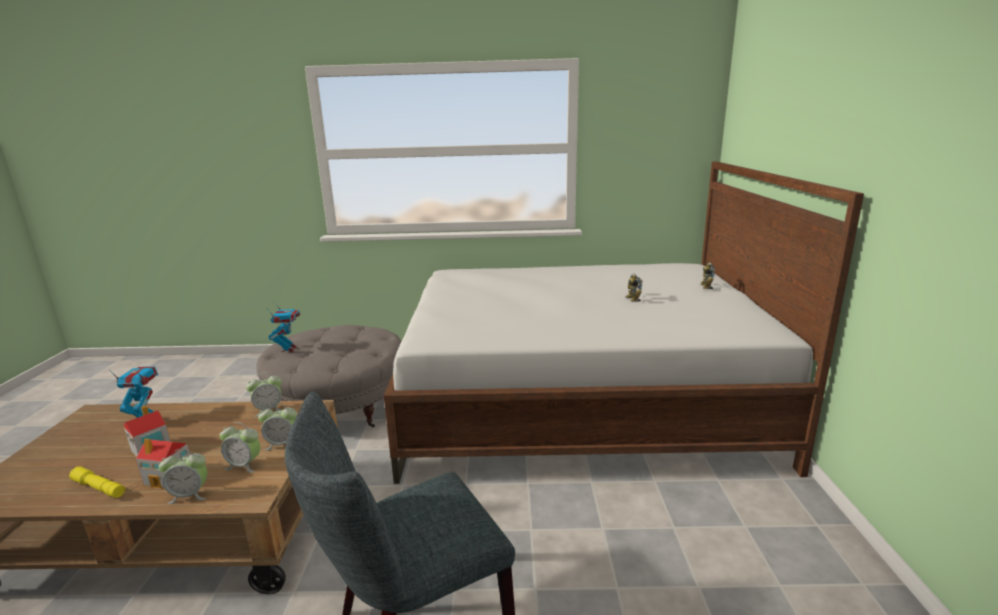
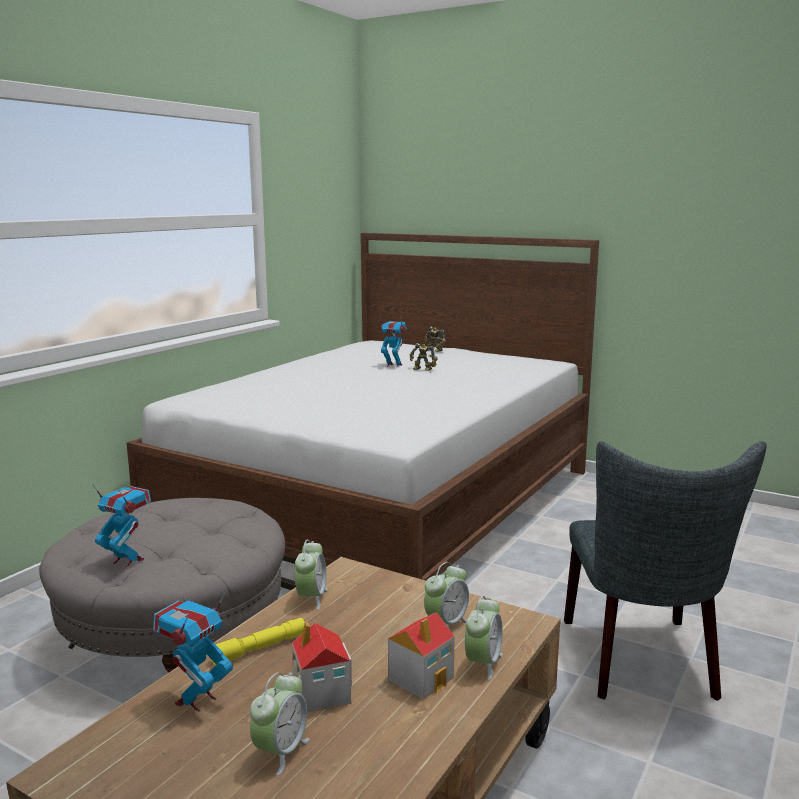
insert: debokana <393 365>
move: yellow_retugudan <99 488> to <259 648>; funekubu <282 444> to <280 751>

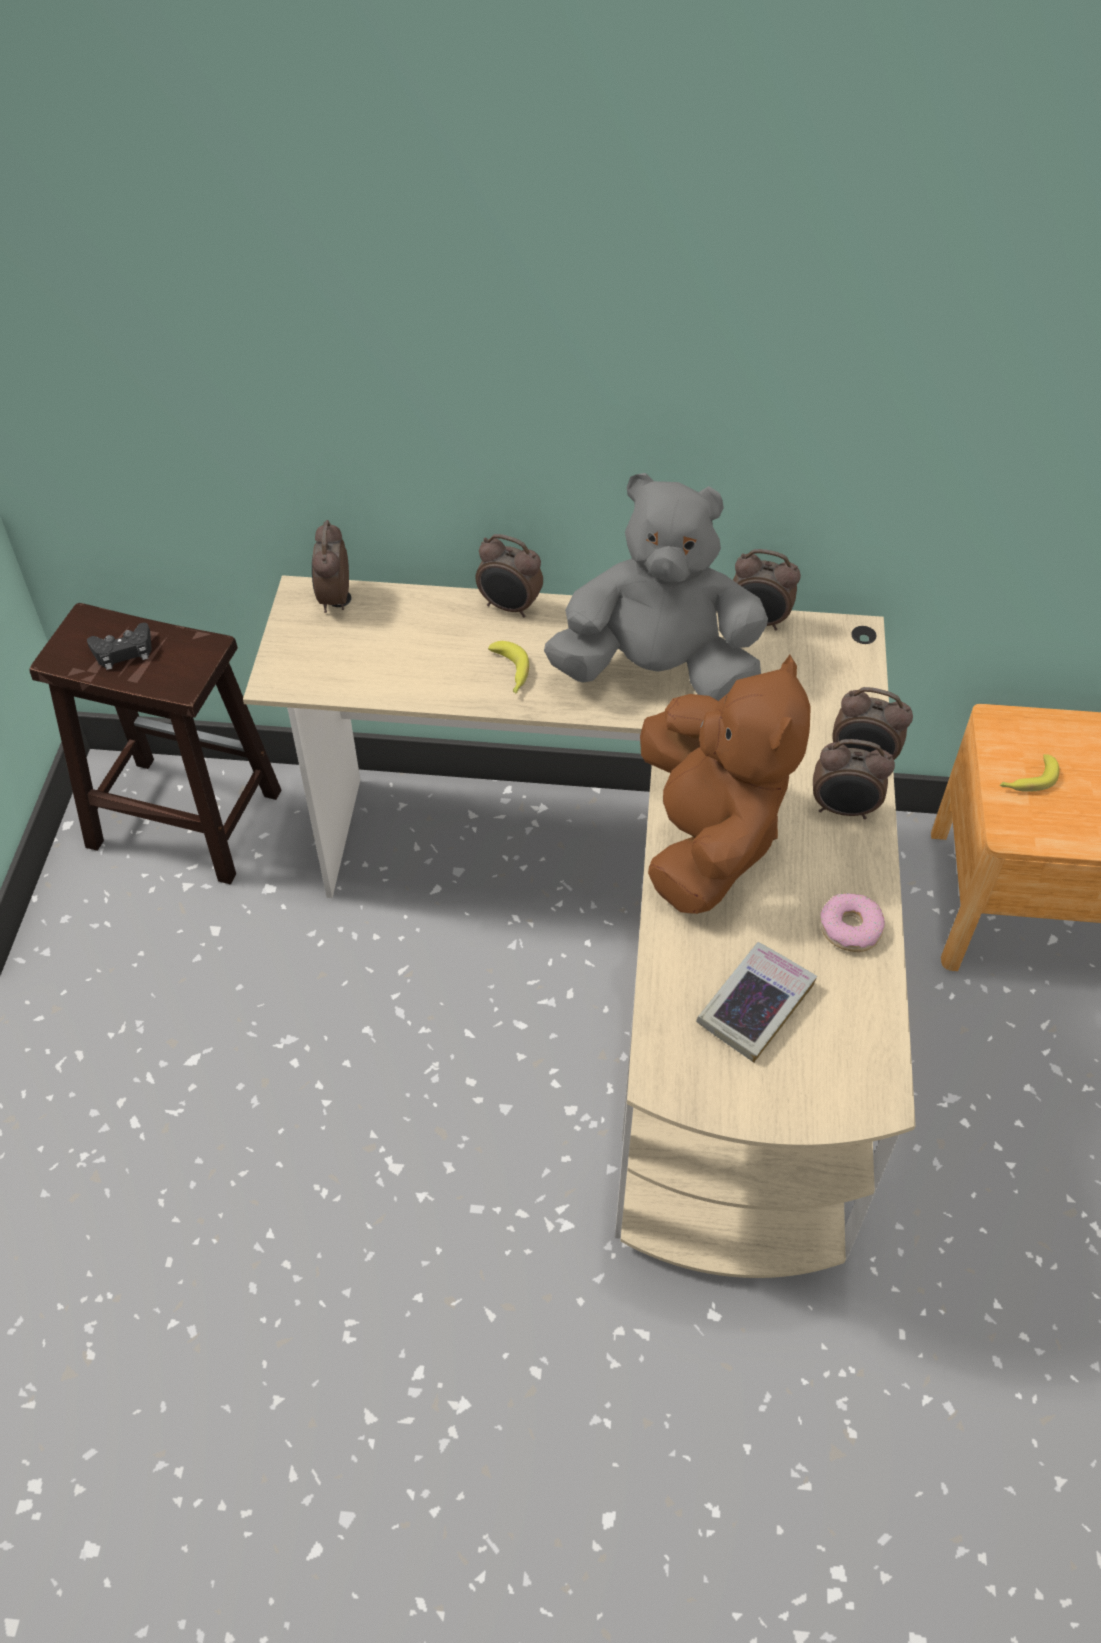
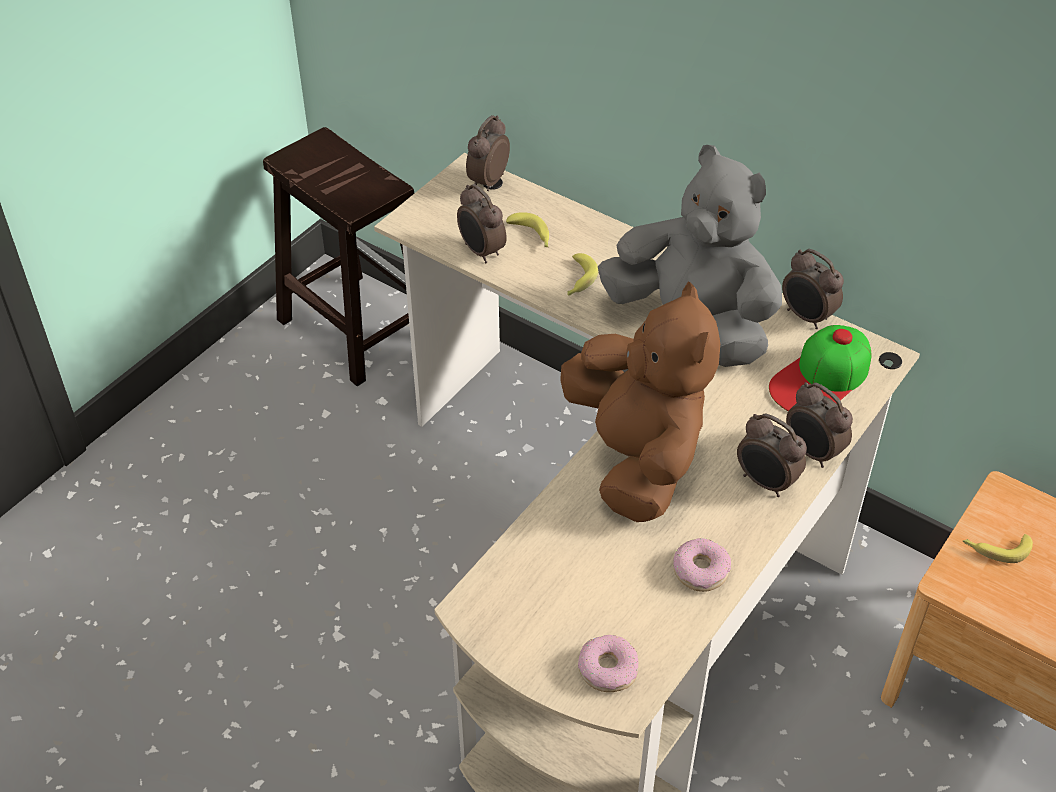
delete: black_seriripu <123 651>; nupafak <755 1005>
insert: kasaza <532 236>; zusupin <608 669>; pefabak <821 378>
move: funekubu <509 607> to <481 252>
rotate: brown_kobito <707 839> = <637 458> 45 degrees counterclockwise

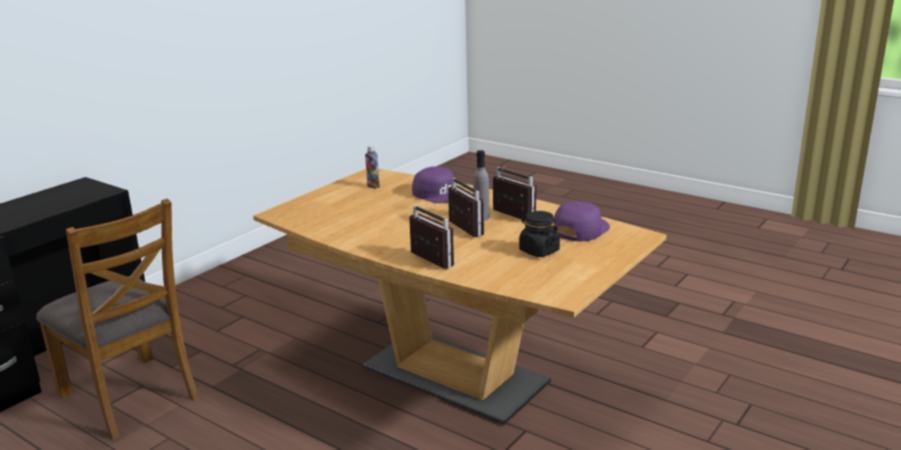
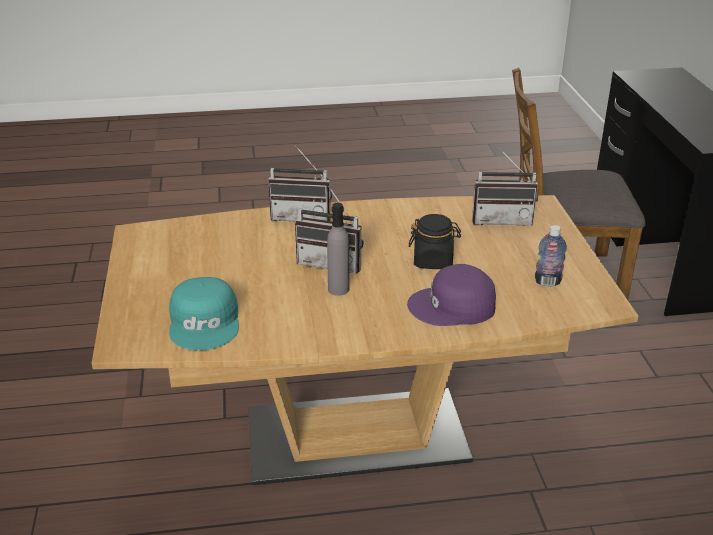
move: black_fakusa <538 251> to <433 261>; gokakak <509 217> to <502 219>
recolor: purple_pefabak <580 229> to turquoise_pefabak <206 322>

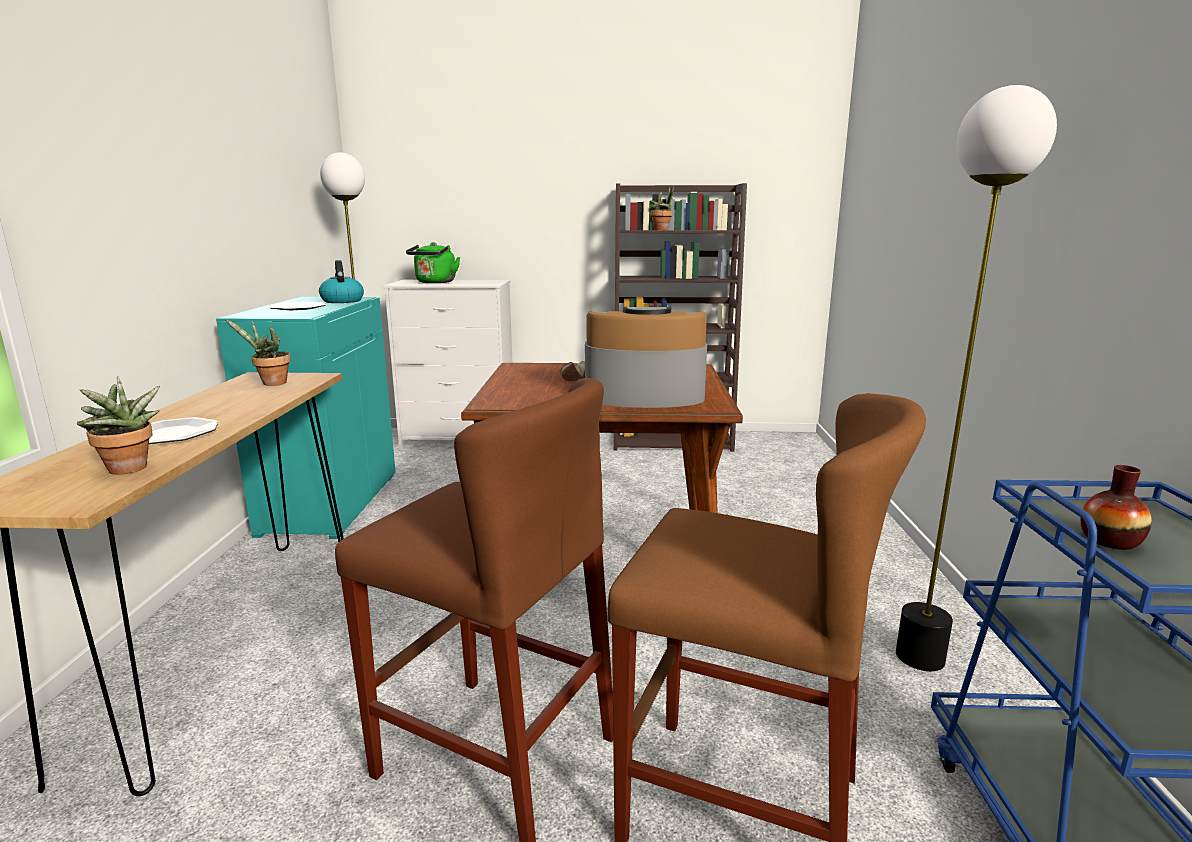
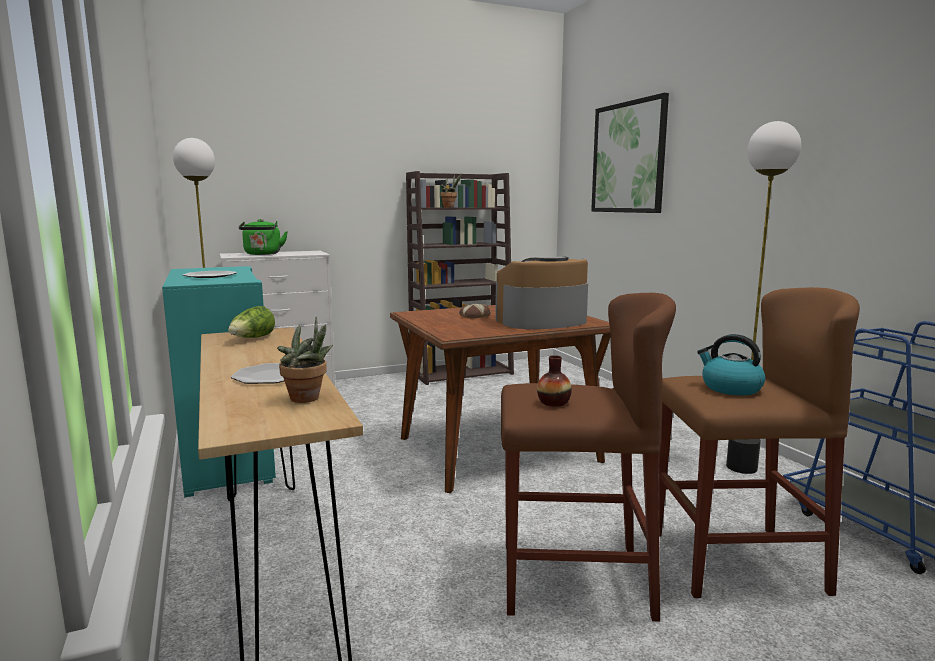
insert: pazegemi <628 158>
move: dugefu <1109 541> to <553 402>; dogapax <342 301> to <730 388>
replace: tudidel <270 383> to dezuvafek <252 339>

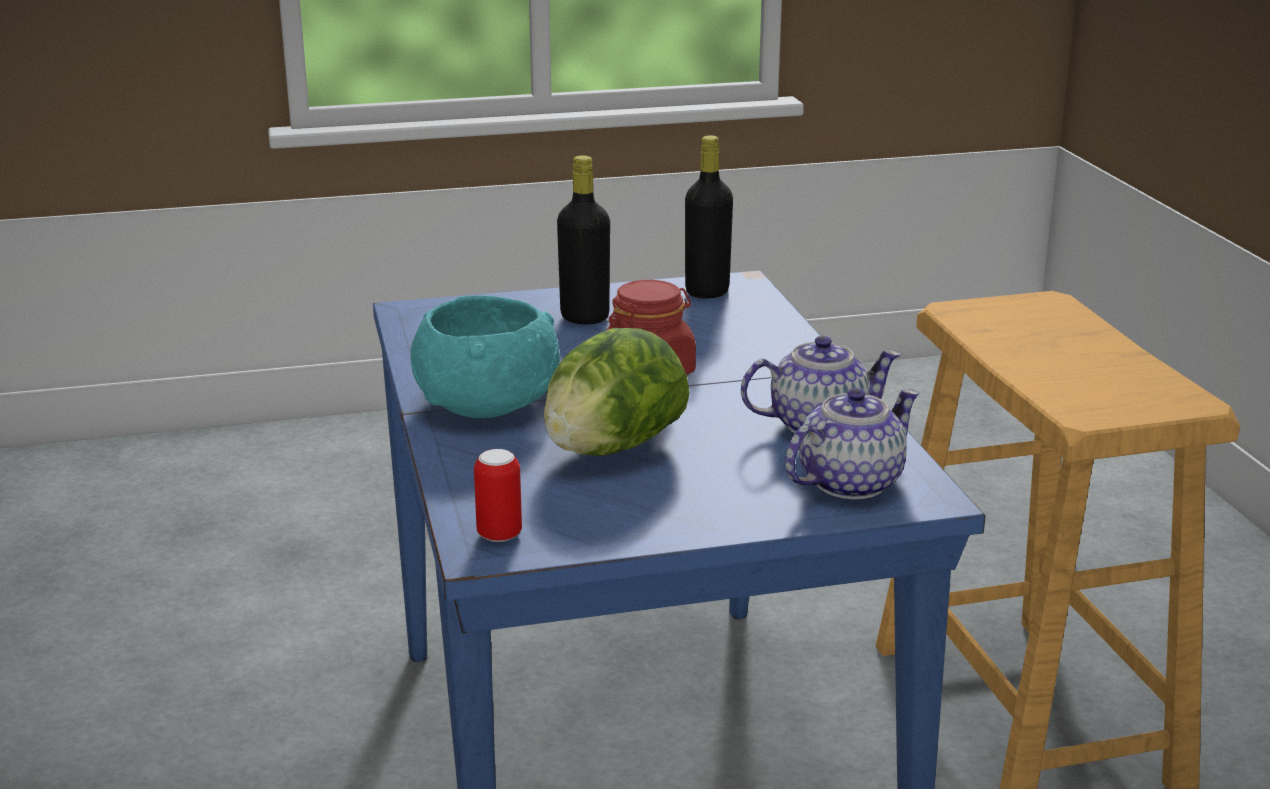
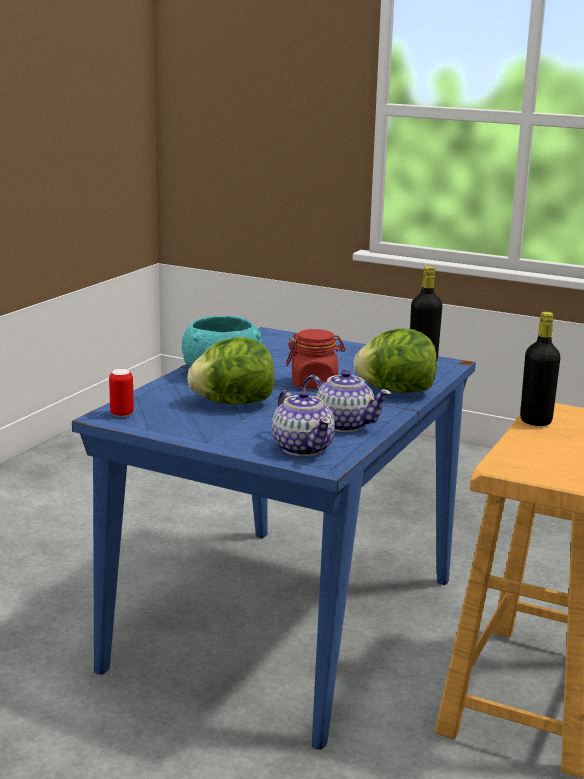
insert: dezuvafek <395 391>
move: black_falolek <584 317> to <535 421>
rotate: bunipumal <848 483> = <303 448> 60 degrees clockwise

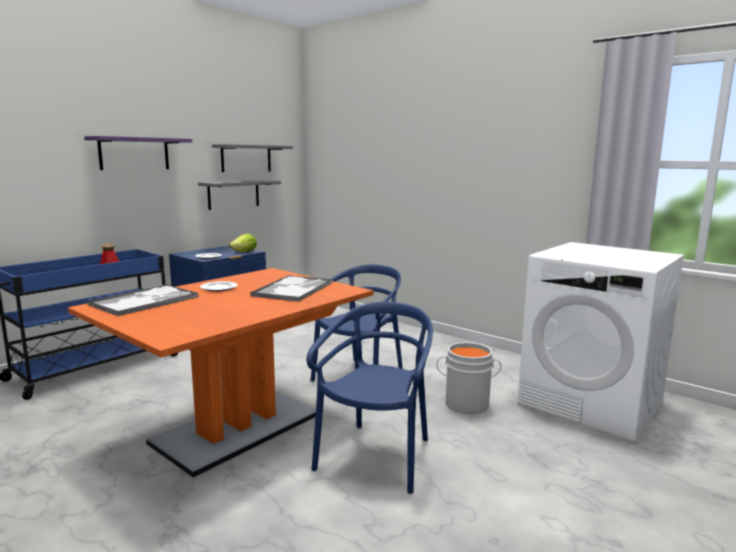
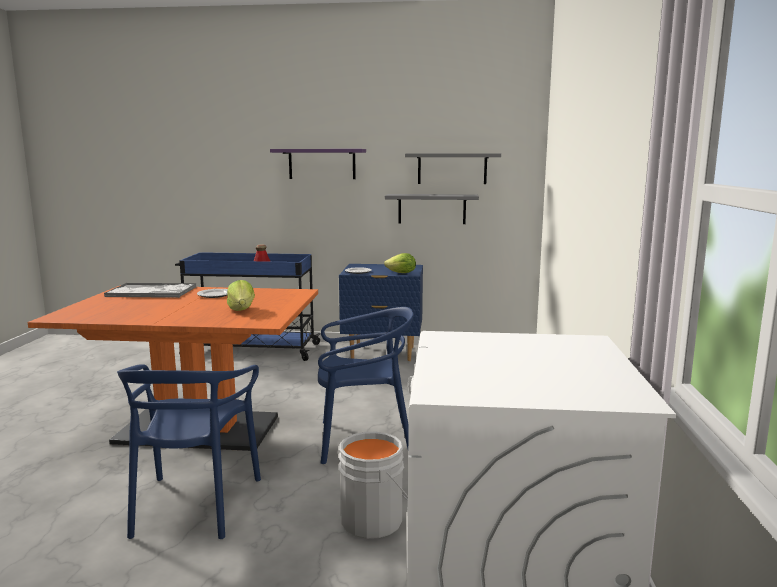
replace: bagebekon <293 289> to dezuvafek <241 309>
rotate: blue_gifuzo <376 457> = <194 505> 105 degrees clockwise

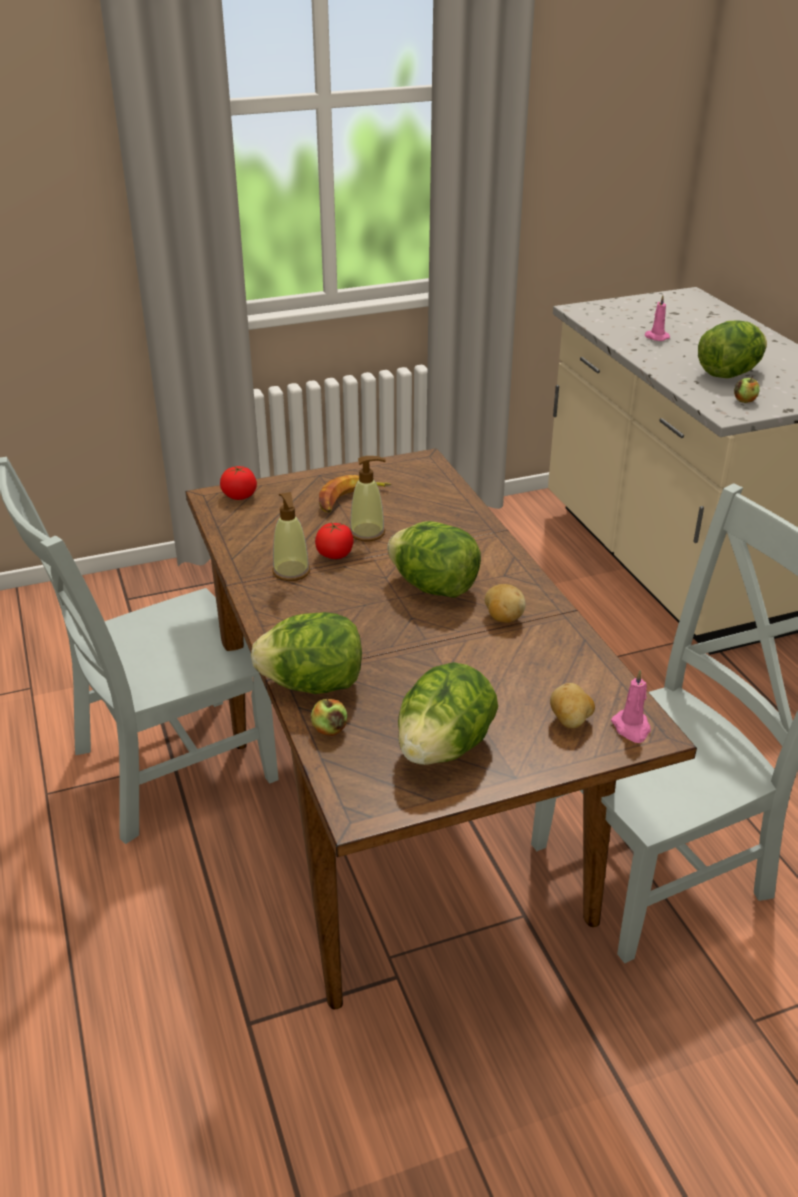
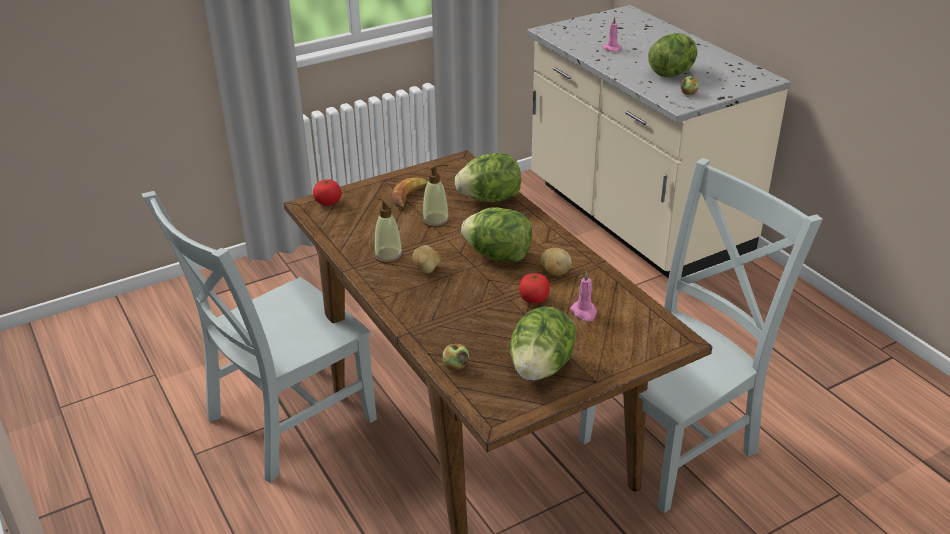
move: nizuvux <570 721> to <427 270>; dezuvafek <313 684> to <490 199>; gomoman <334 555> to <534 299>; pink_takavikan <631 728> to <584 312>

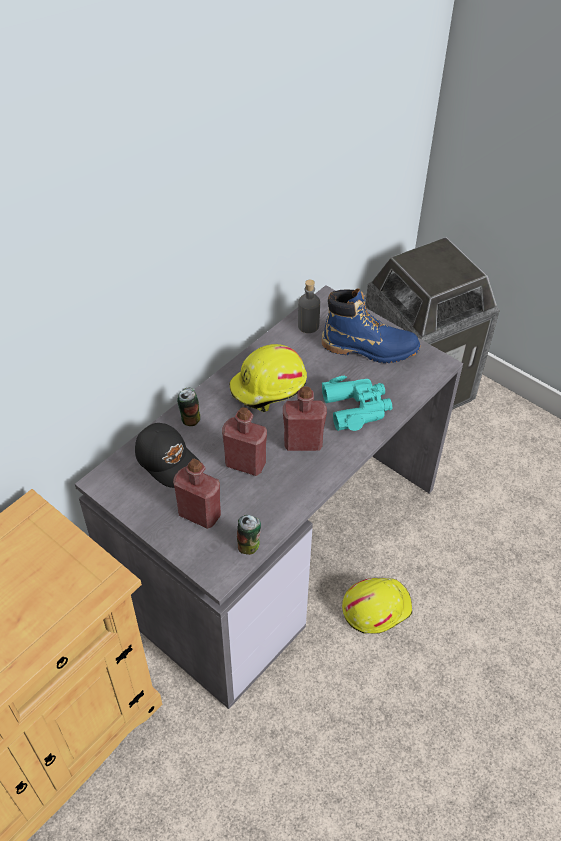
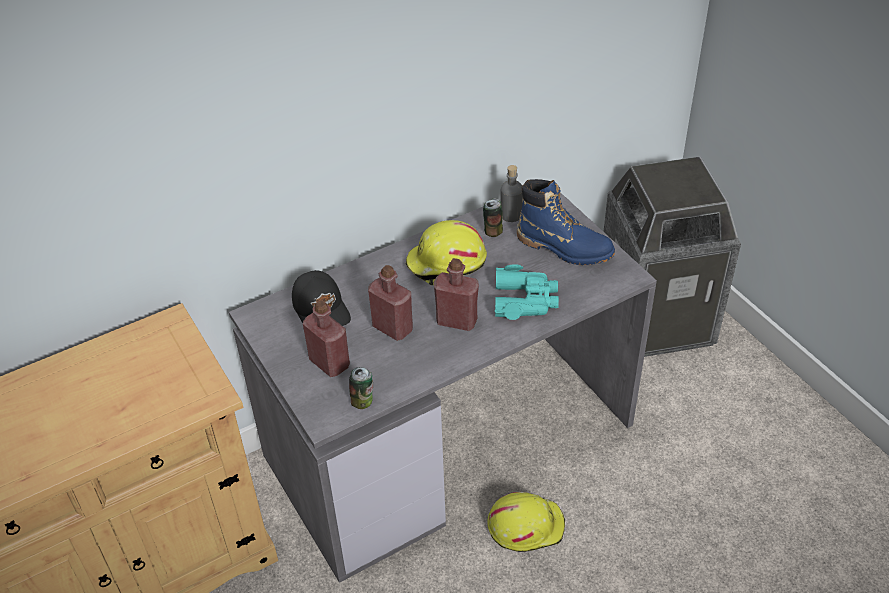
move: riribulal <190 419> to <493 231>

